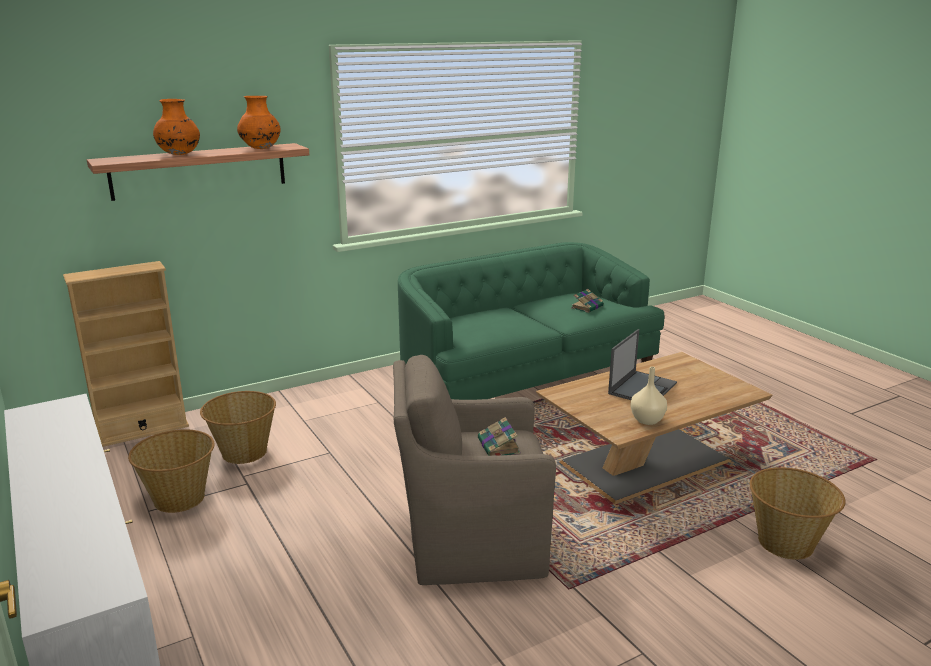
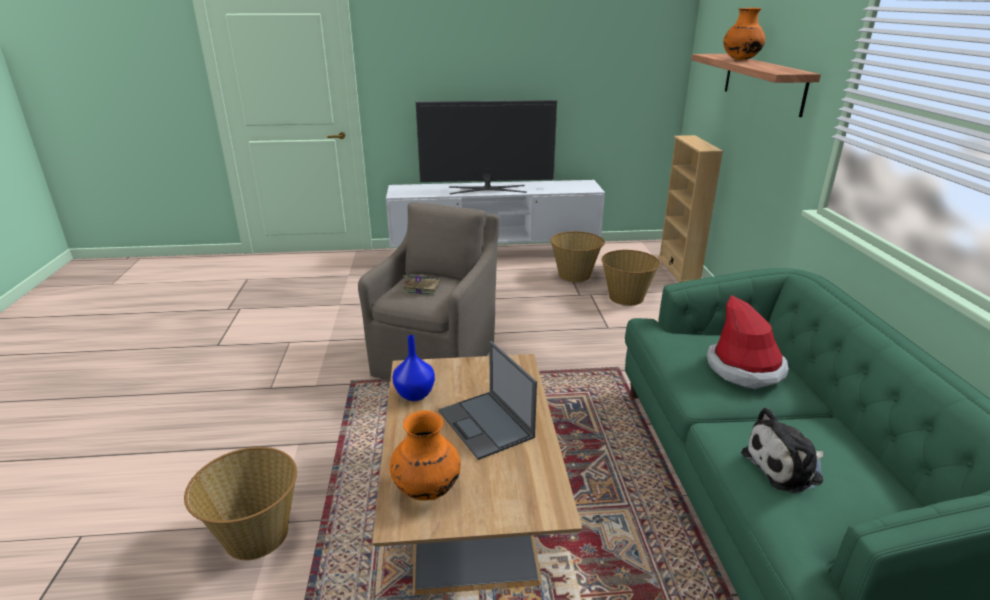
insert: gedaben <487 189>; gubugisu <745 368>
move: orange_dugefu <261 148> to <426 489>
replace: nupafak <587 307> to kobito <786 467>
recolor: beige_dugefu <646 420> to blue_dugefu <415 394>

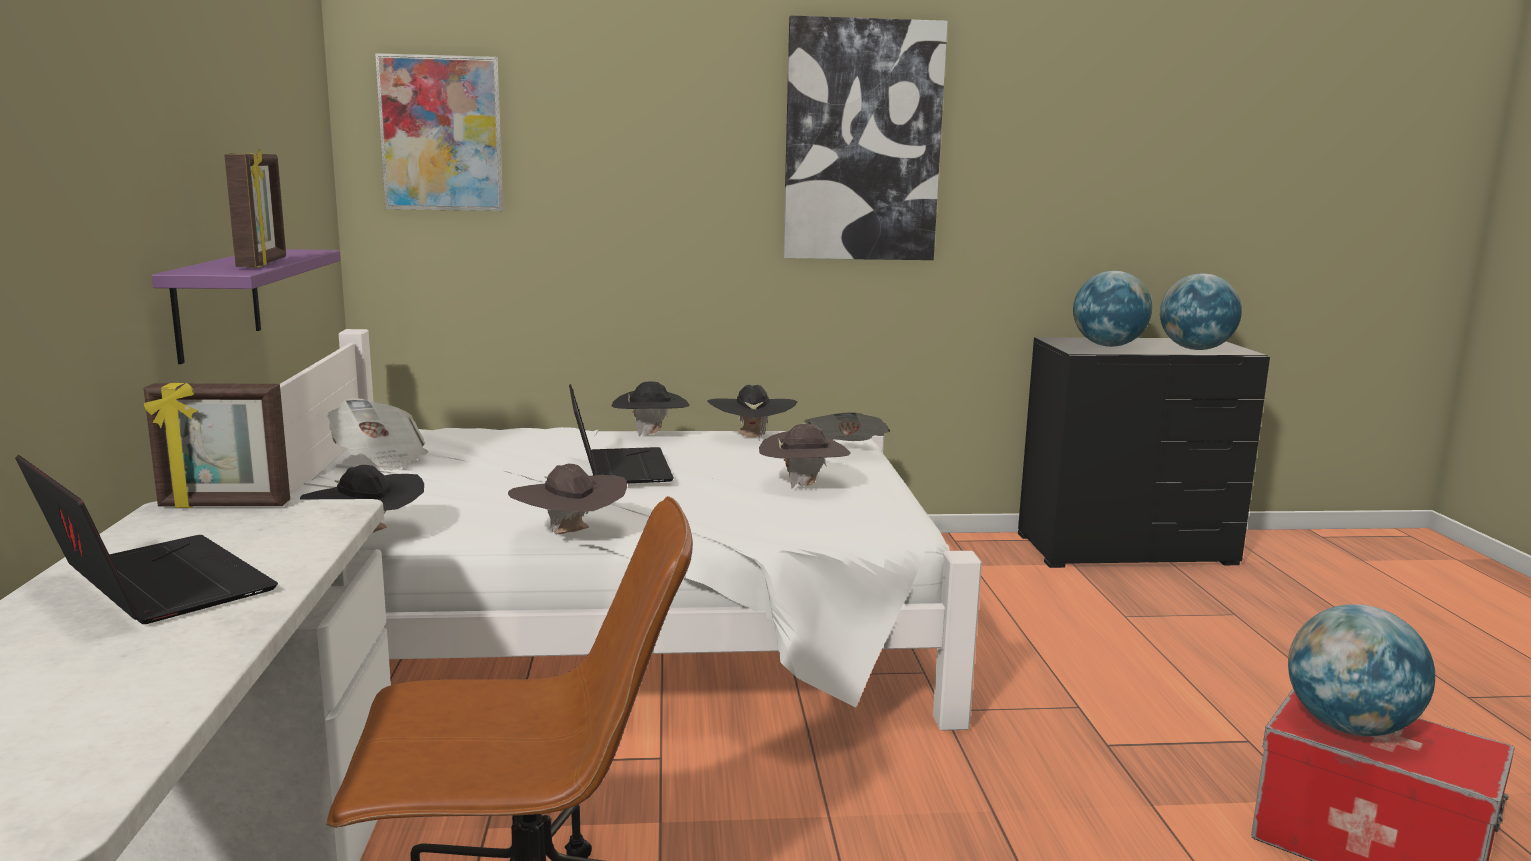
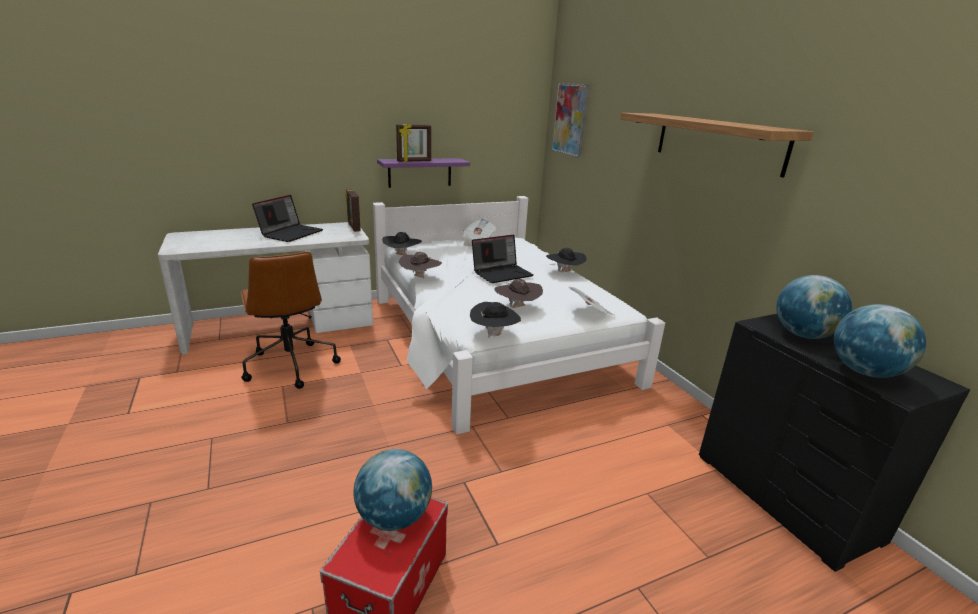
move: black_gubugisu <751 437> to <494 334>
replace: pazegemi <862 142> to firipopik <718 142>

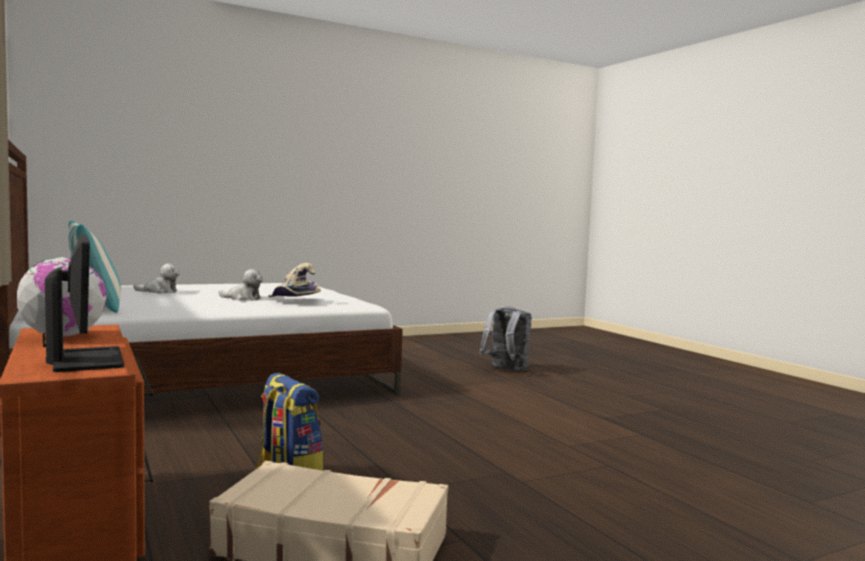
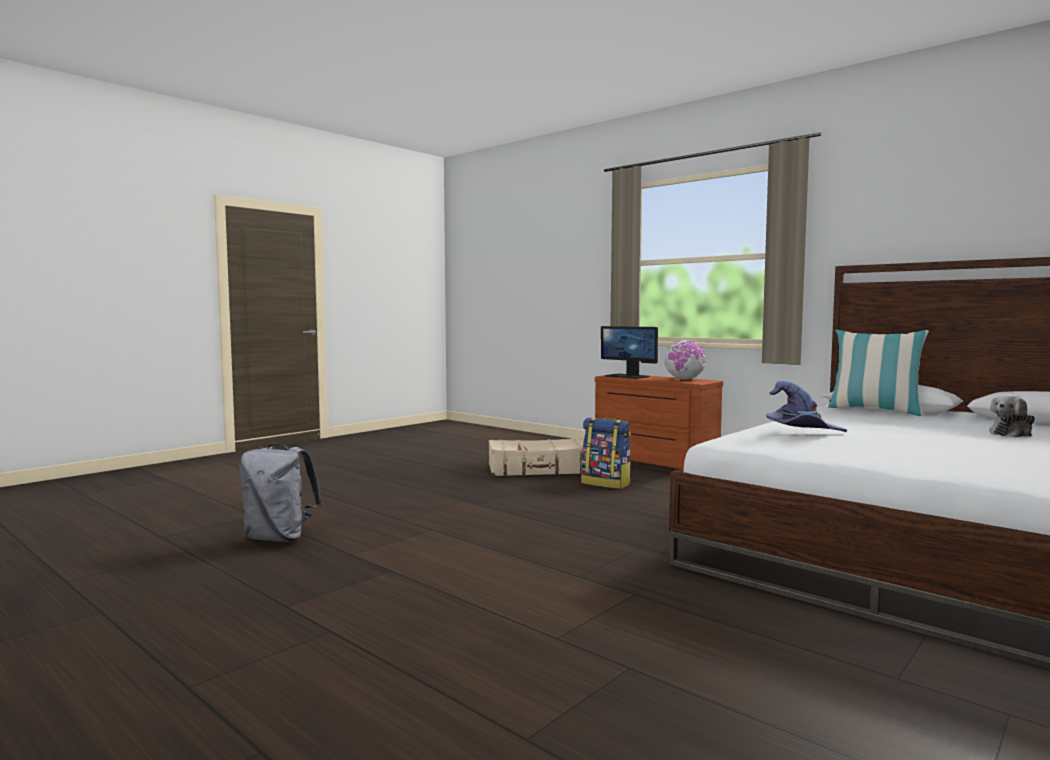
delete: kobito <243 298>
move: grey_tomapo <506 370> to <279 538>
recolor: beige_gubugisu <294 300> to purple_gubugisu <802 431>

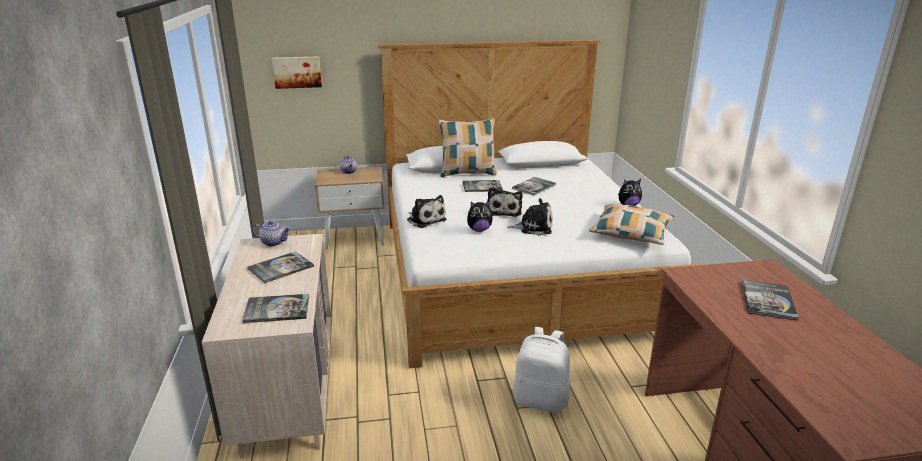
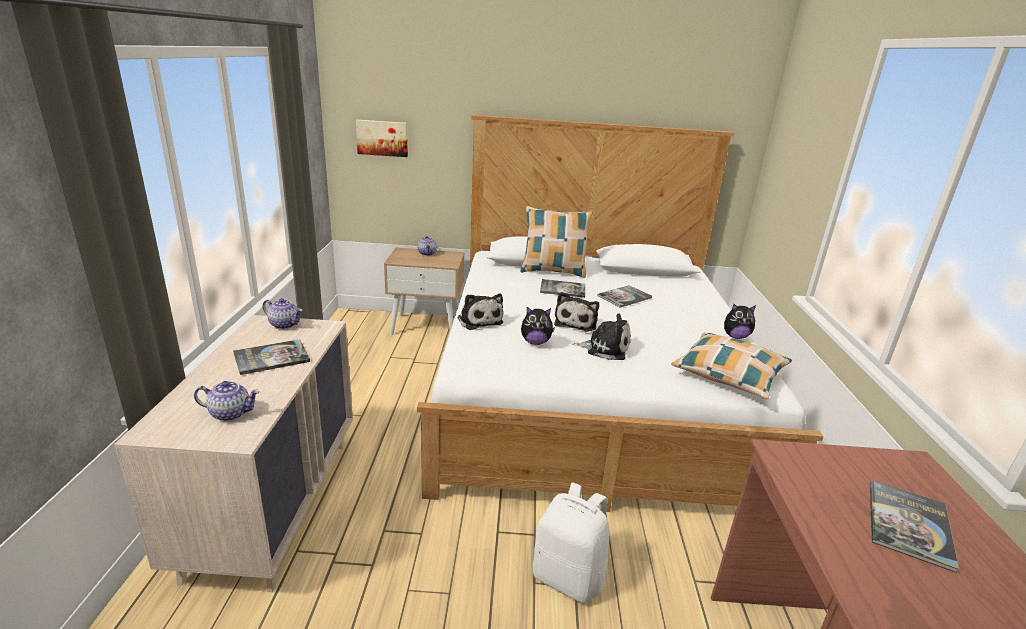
replace: nupafak <277 309> to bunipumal <231 413>

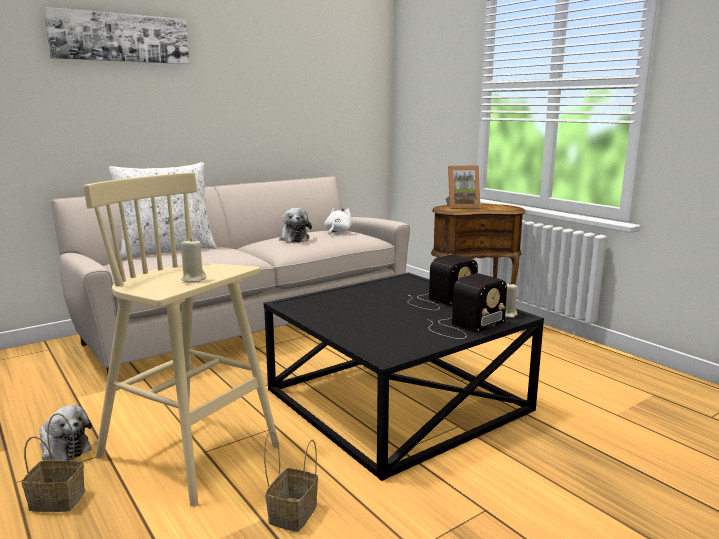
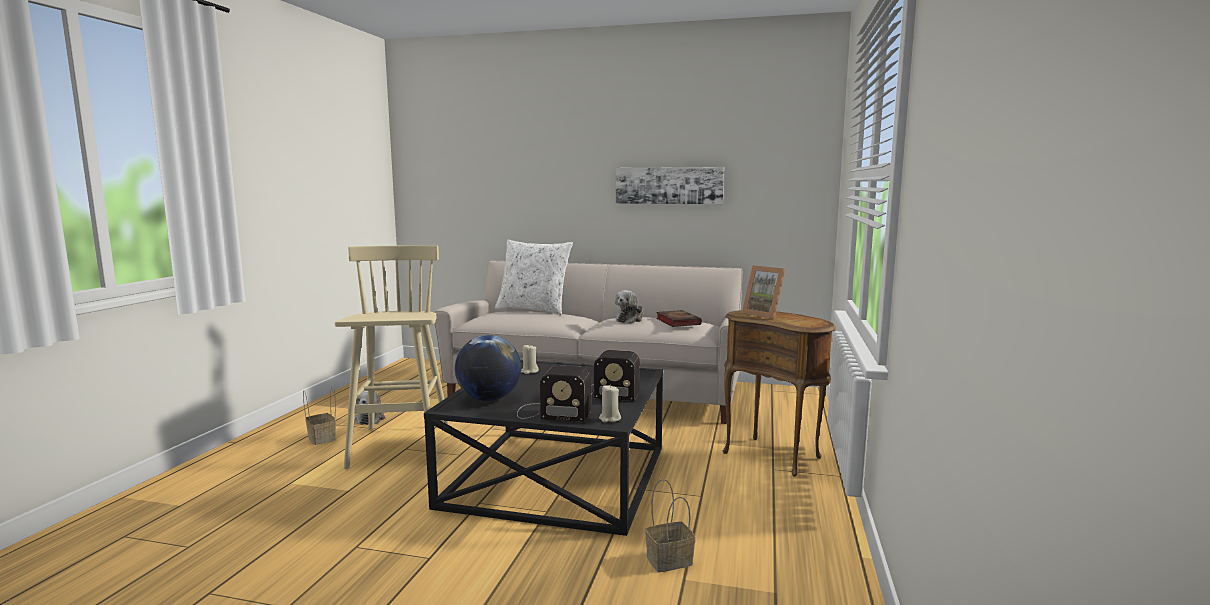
insert: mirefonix <489 399>
move: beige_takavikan <194 279> to <529 371>; pazegemi <120 38> to <669 185>; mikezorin <293 512> to <670 559>
replace: white_kobito <337 232> to nupafak <677 321>

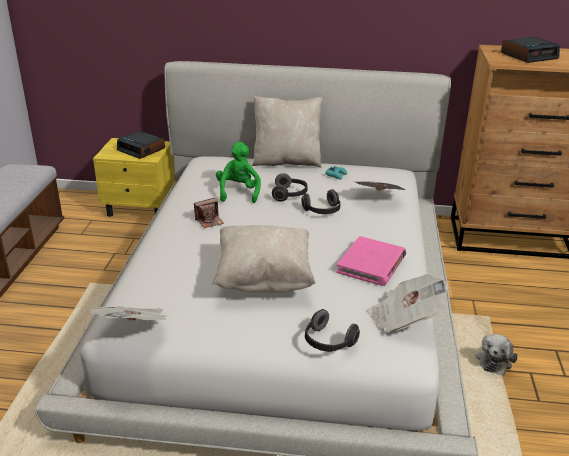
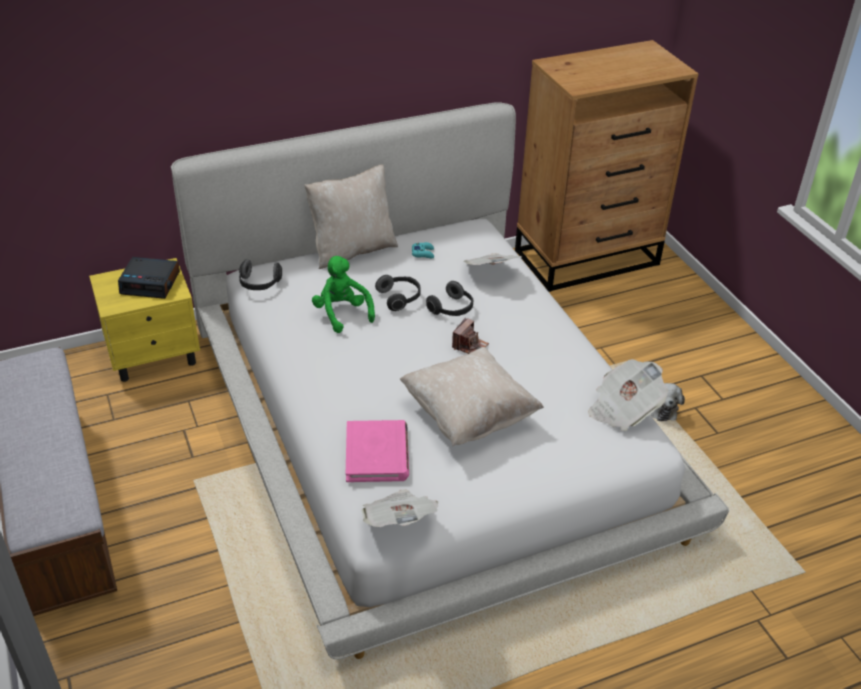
delete: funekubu <529 55>
move: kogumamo <328 343> to <259 284>; pink_nupafak <371 264> to <377 454>; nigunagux <209 221> to <469 346>

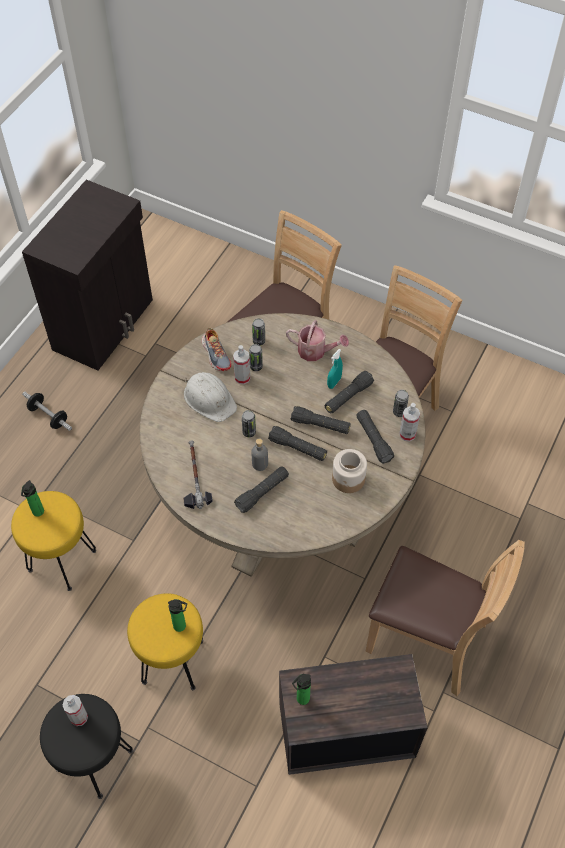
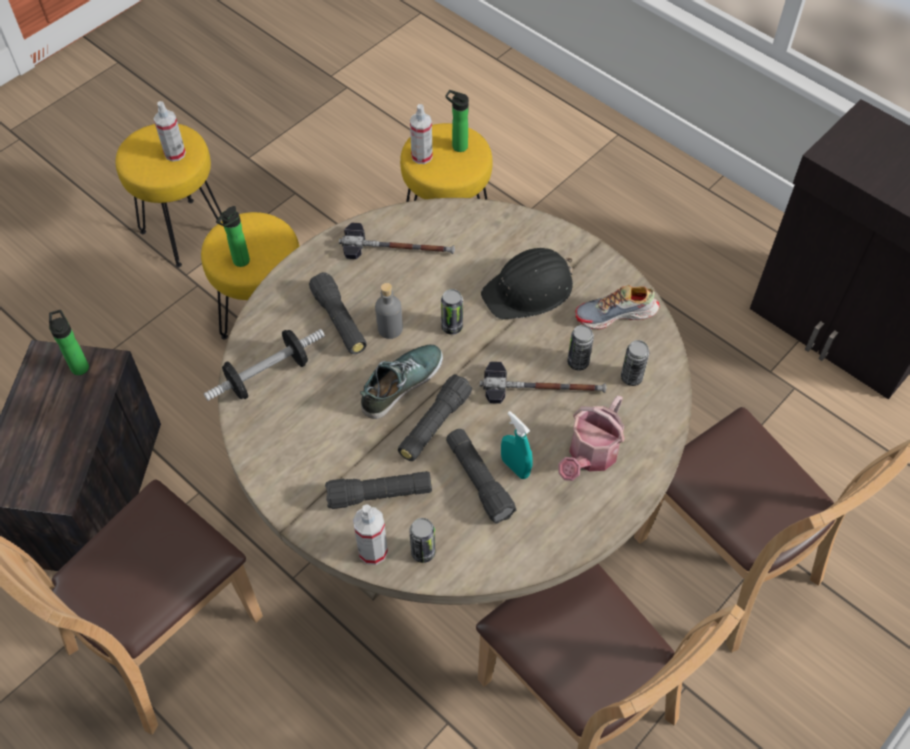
delete: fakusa <348 479>
insert: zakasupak <542 388>
move: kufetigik <48 416> to <268 375>; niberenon <242 378> to <422 156>
replace: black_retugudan <298 448> to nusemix <401 383>
recolor: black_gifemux <95 759> to yellow_gifemux <184 233>; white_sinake <209 399> to black_sinake <529 290>

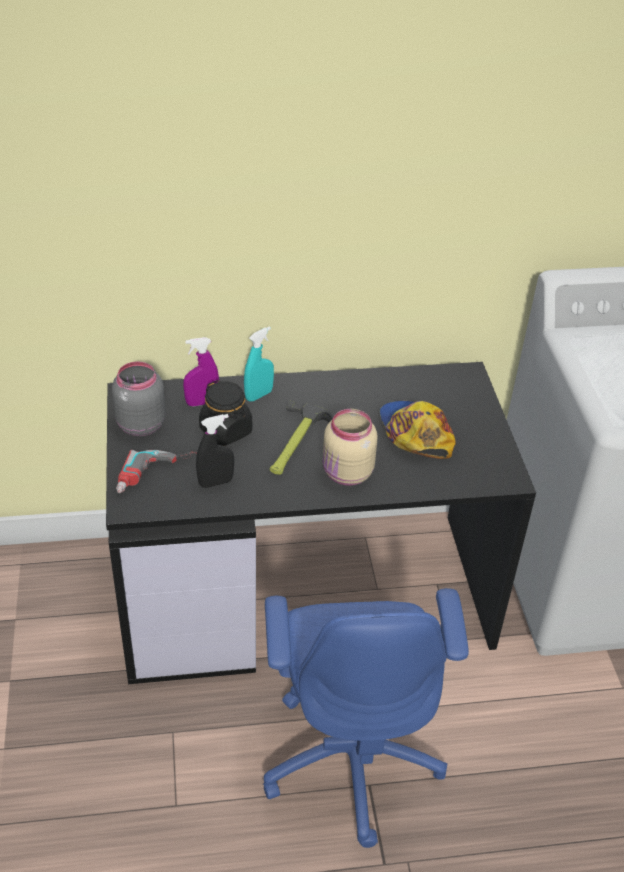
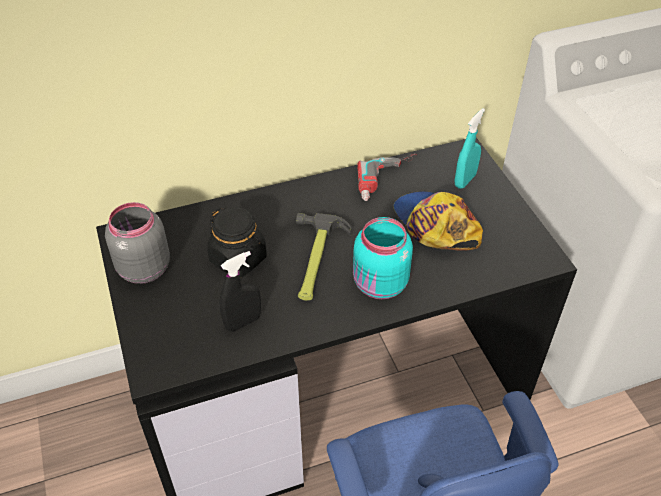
delete: purple_niberenon <202 402>
move: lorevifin <156 476> to <388 181>; turquoise_niberenon <259 395> to <465 180>
recolor: beige_fakusa <346 474> to turquoise_fakusa <379 285>

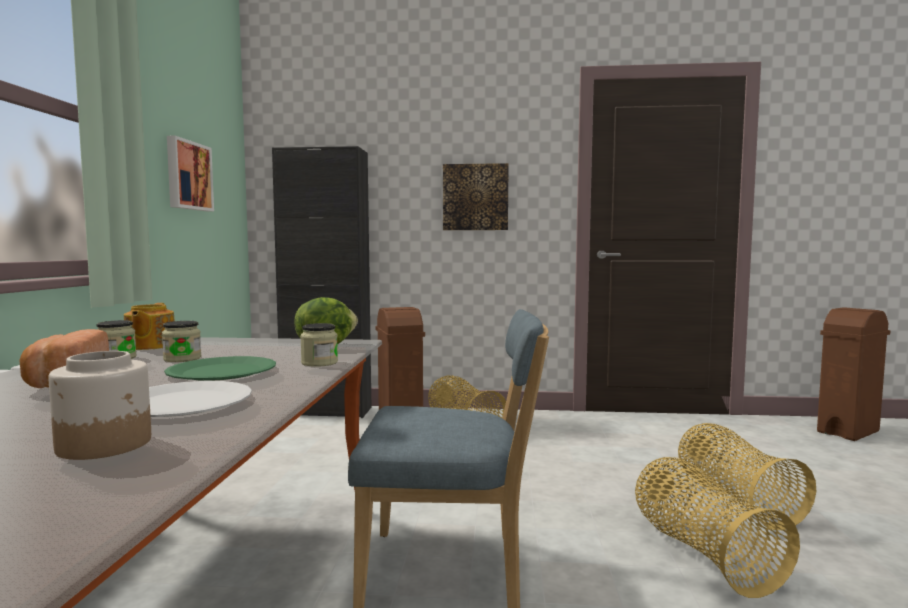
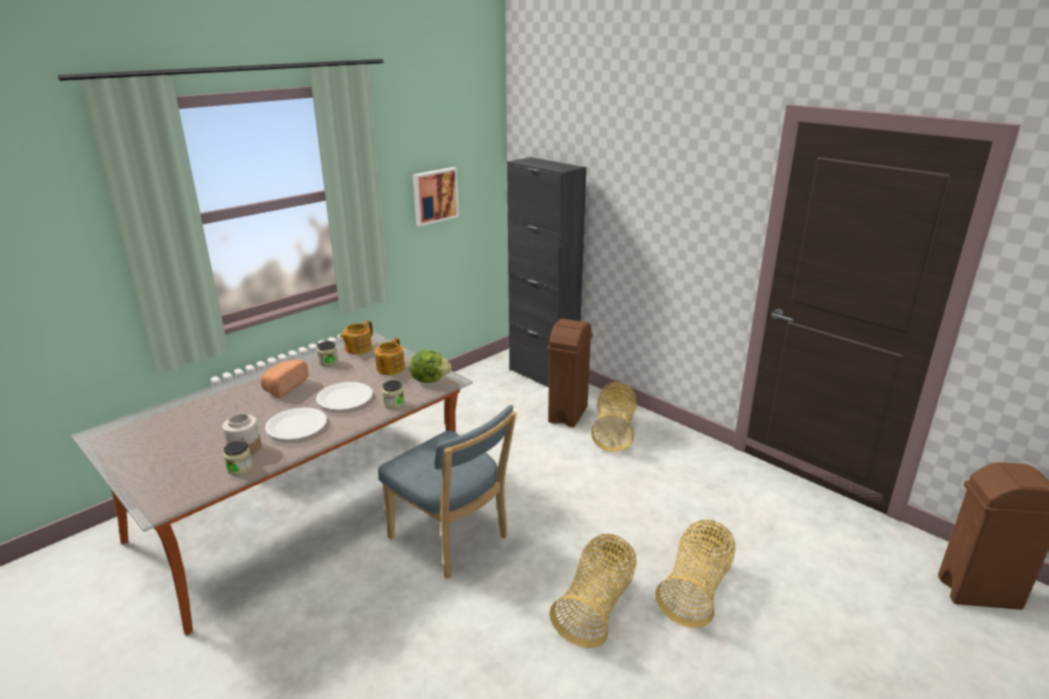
delete: pazegemi <475 197>
insert: bunipumal <390 369>
move: fakusa <182 359> to <240 468>
recolor: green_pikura <222 372> to white_pikura <345 398>

